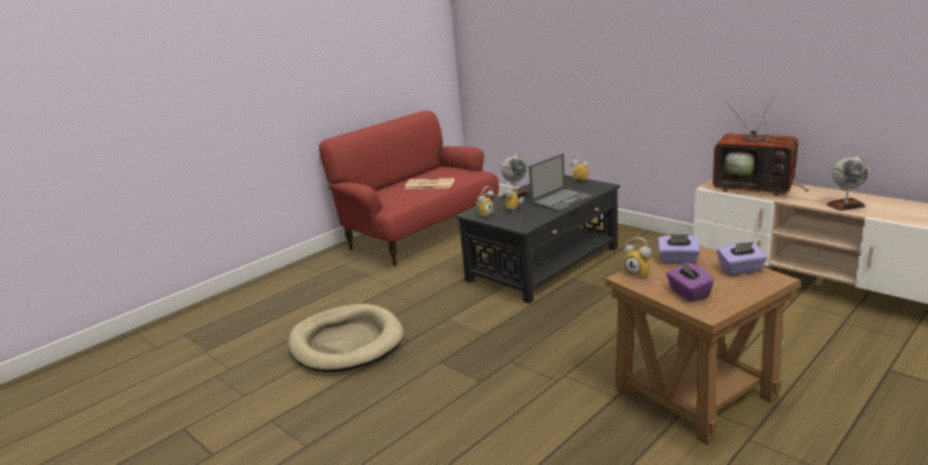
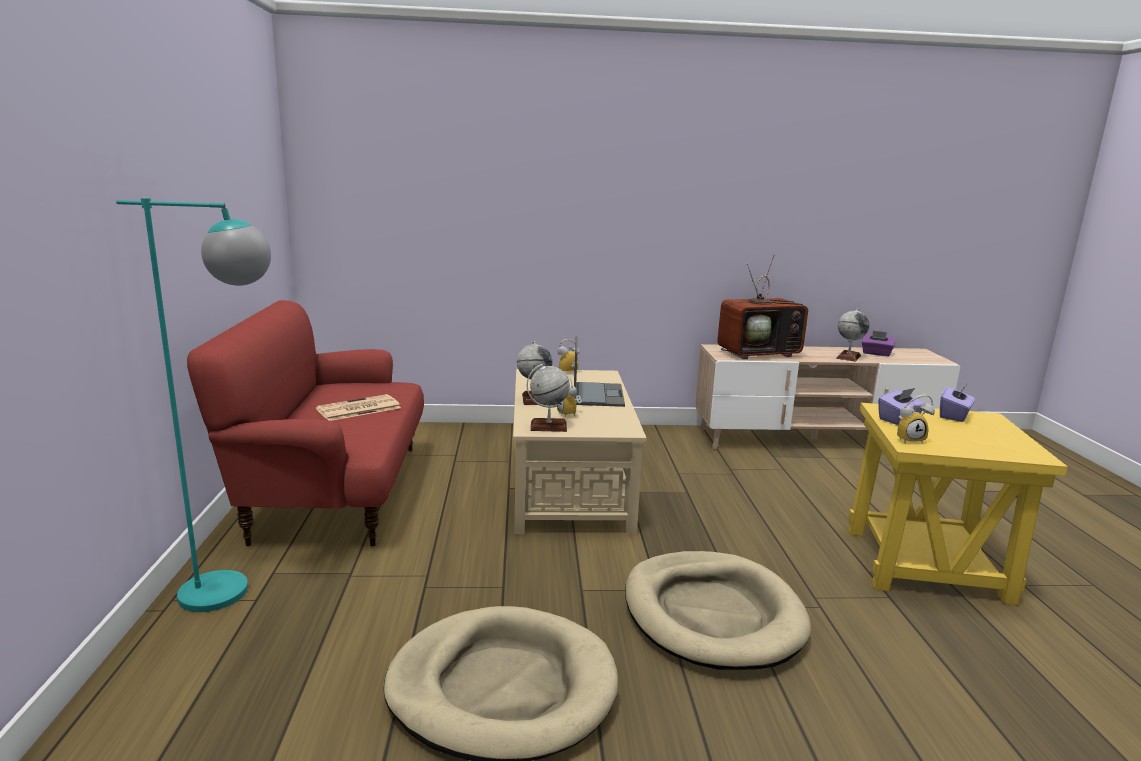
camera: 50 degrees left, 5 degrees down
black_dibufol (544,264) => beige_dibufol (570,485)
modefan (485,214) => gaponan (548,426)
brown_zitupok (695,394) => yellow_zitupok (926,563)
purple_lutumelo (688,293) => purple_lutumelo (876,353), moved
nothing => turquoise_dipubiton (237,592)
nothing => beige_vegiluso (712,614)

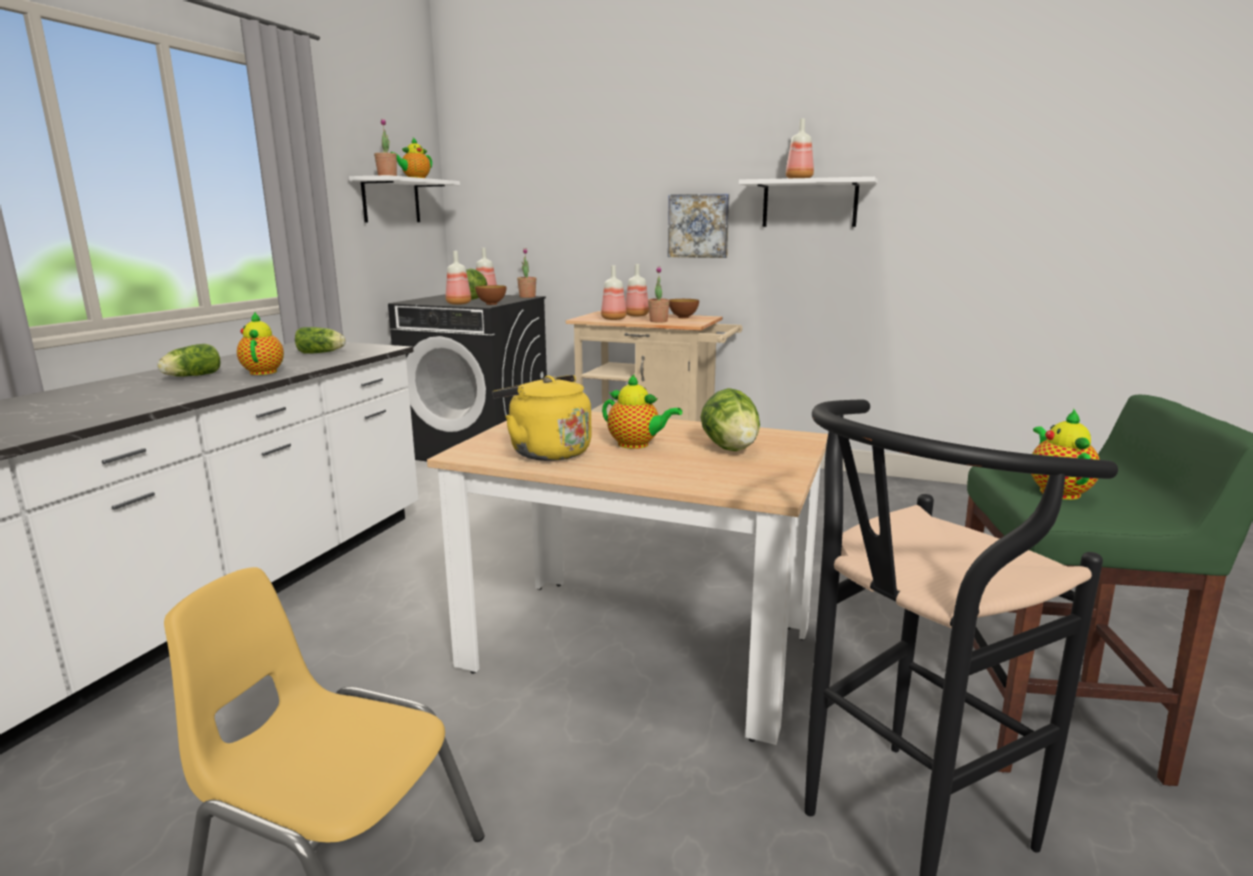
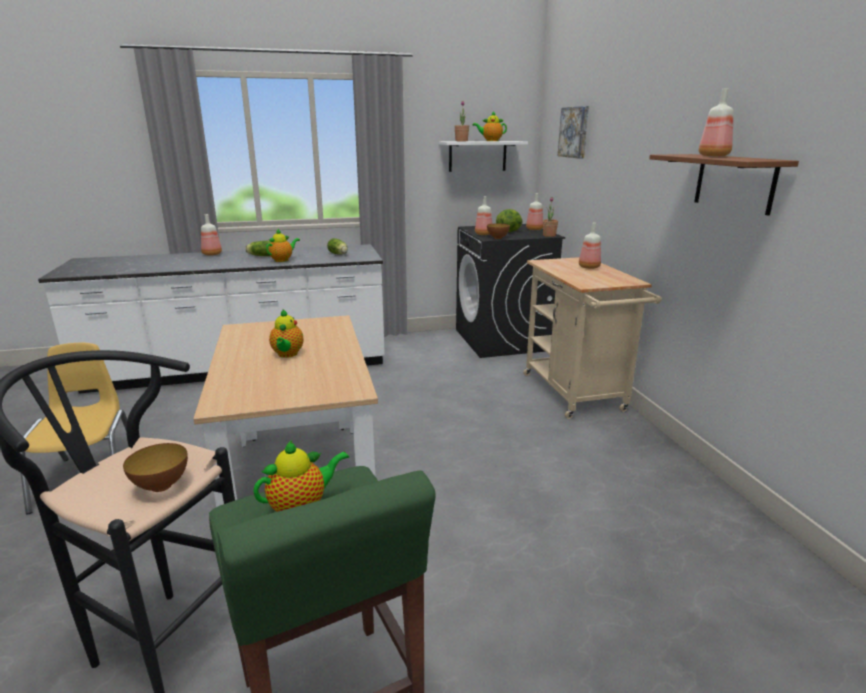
camera: 55 degrees right, 5 degrees up
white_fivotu (809,203) => brown_fivotu (734,183)
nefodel (698,226) => nefodel (575,132), moved
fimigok (614,319) => fimigok (212,254), moved
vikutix (658,321) => nothing
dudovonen (683,317) => dudovonen (161,486), moved
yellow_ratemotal (546,452) => nothing
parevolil (730,448) => nothing

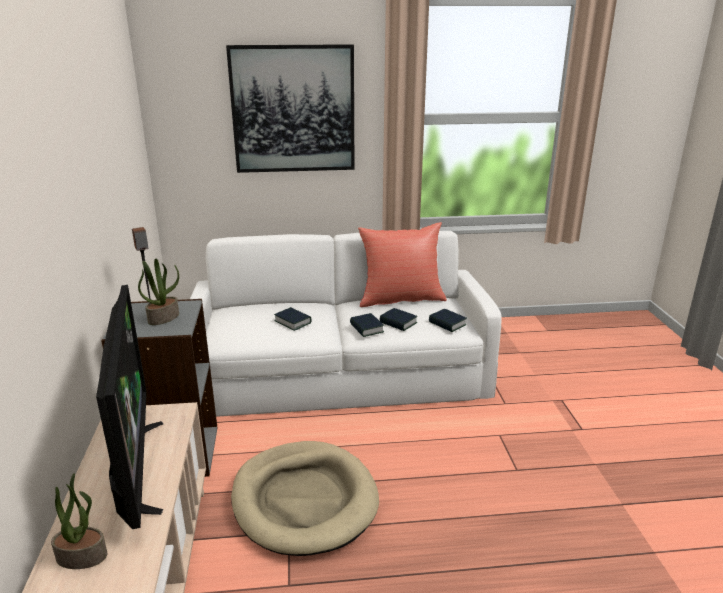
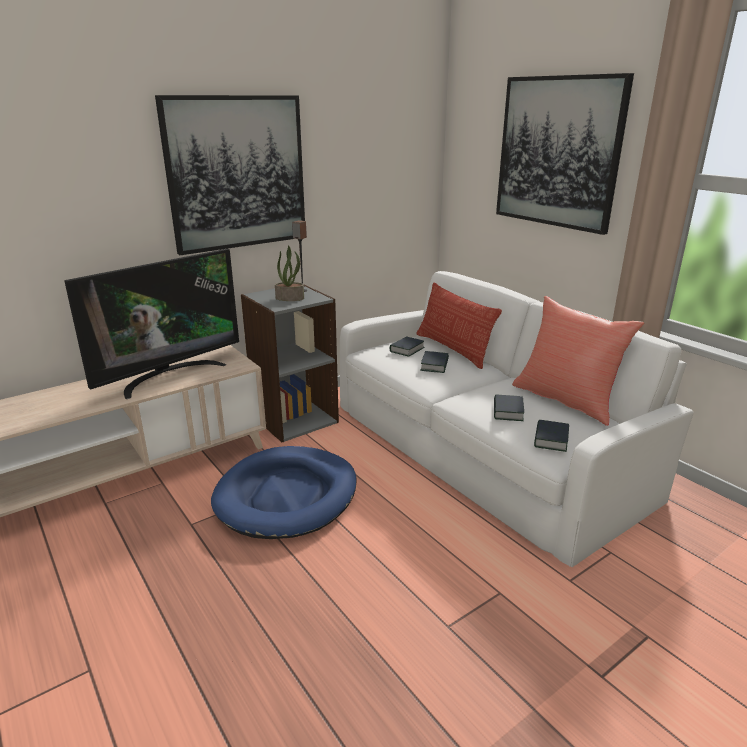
camera: 60 degrees right, 0 degrees up
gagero (366,328) => gagero (407,350), moved
beige_vegiluso (304,500) => blue_vegiluso (287,496)
vikutix (83,556) => nothing
nothing => nefodel (237,173)
nothing => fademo (453,349)

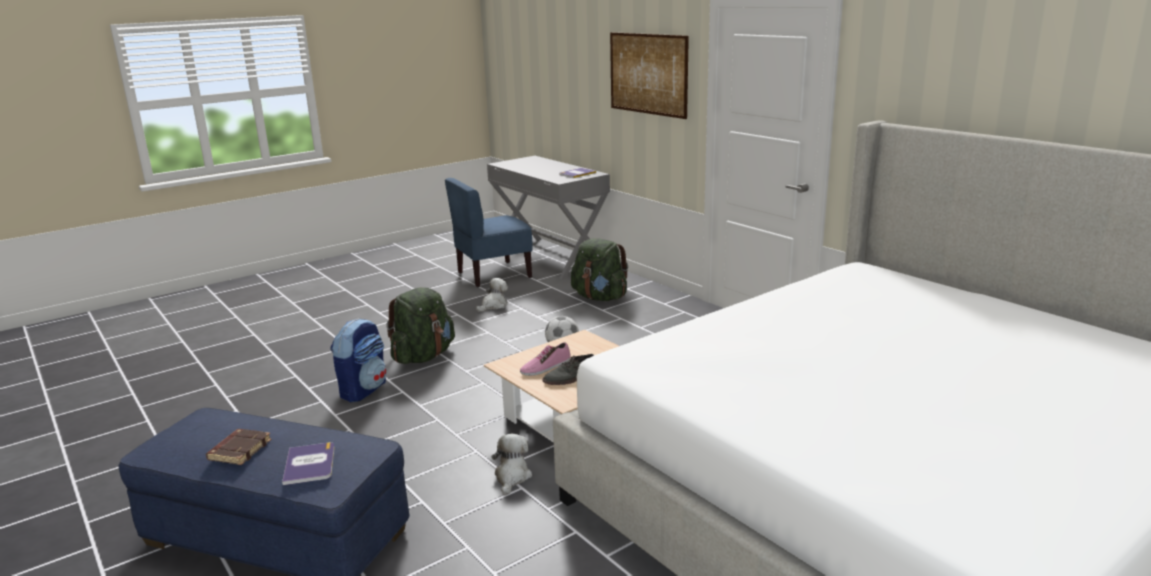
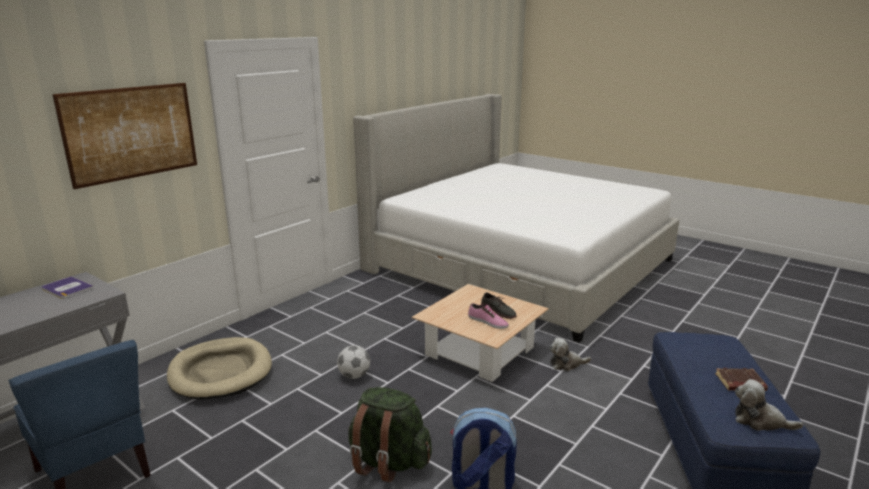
camera: 105 degrees left, 0 degrees up
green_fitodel (600,297) => beige_vegiluso (221,372)
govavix (493,305) => govavix (760,421), moved
gagero (309,464) => nothing

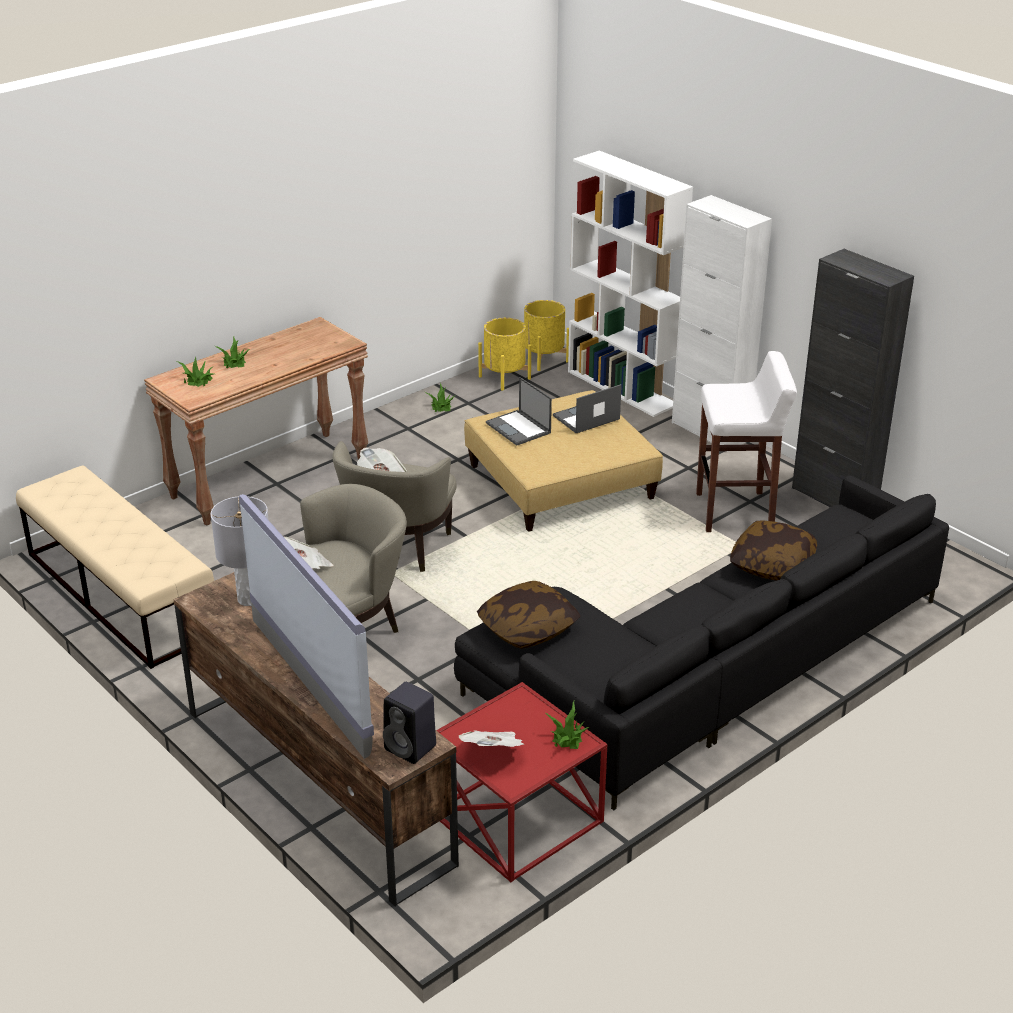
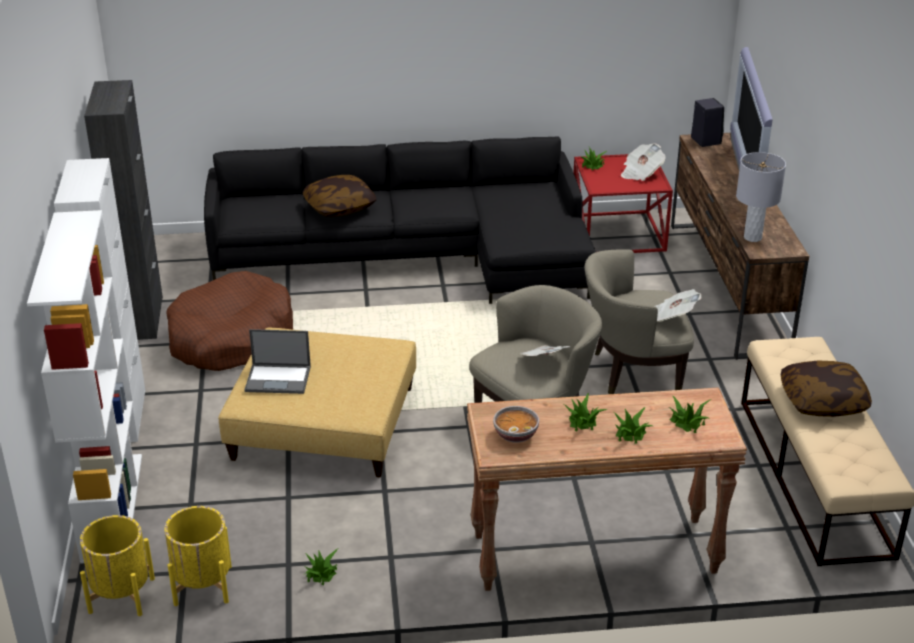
camera: 145 degrees left, 0 degrees up
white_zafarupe (736,512) => brown_vegiluso (230,338)
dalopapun (519,428) => nothing
fademo (528,628) => fademo (823,401), moved
nothing => vikutix (582,421)
nothing => dudovonen (515,434)

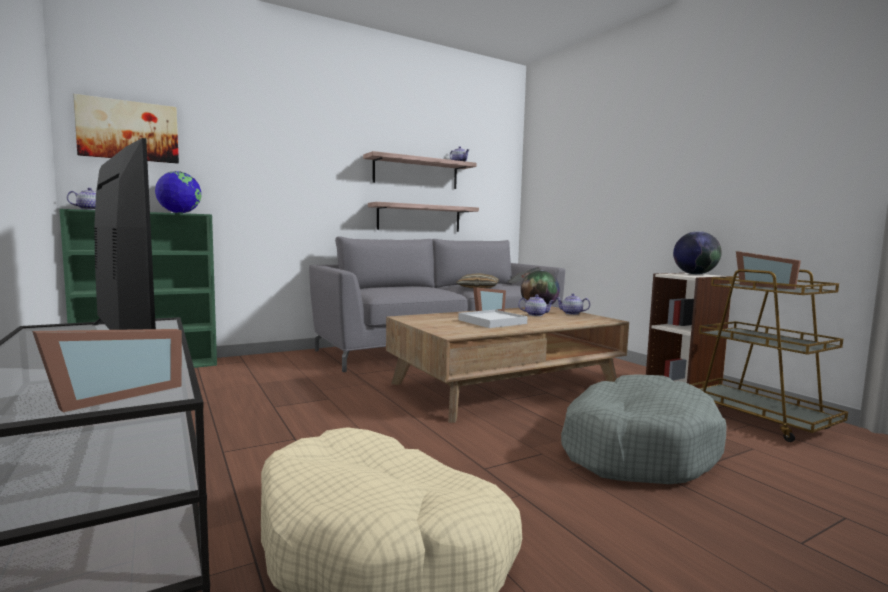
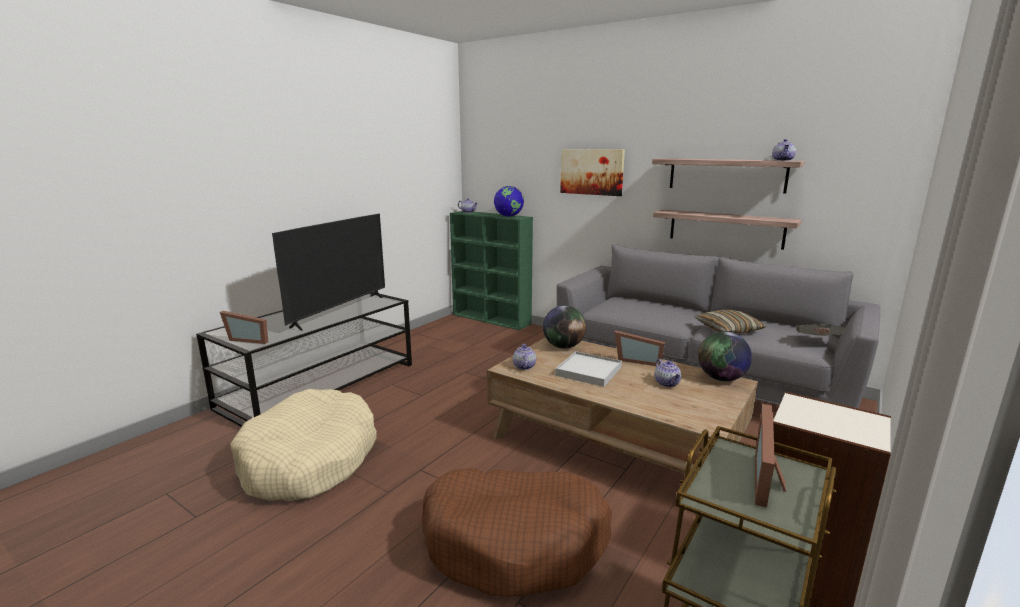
camera: 65 degrees right, 10 degrees up
nefodel (128,130) => nefodel (592,171), moved
gaponan (694,274) => gaponan (563,346), moved
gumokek (571,313) => gumokek (524,366), moved
grey_vegiluso (635,448) => brown_vegiluso (515,542)

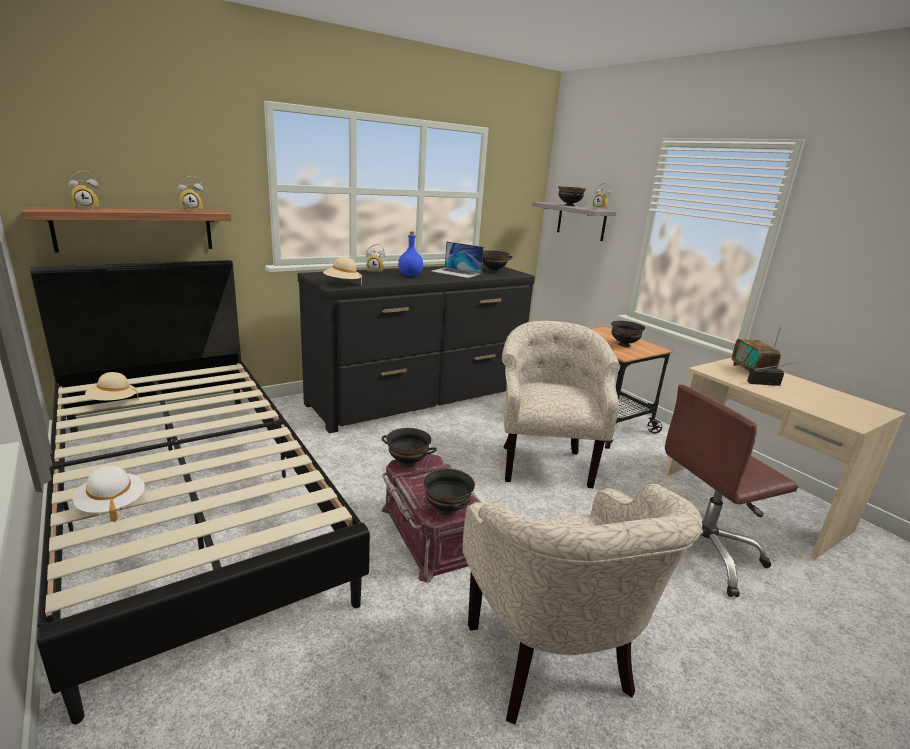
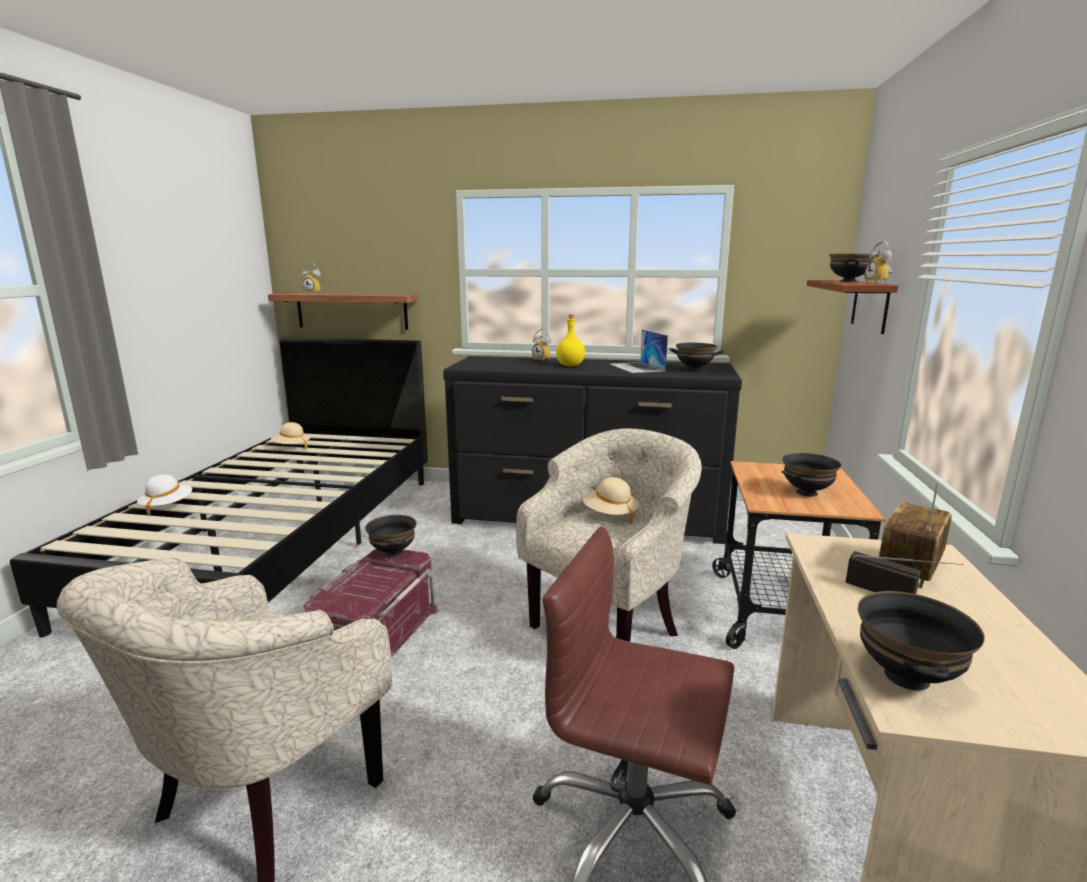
camera: 45 degrees right, 5 degrees down
modefan (192,211) => nothing
grey_fivotu (581,221) => brown_fivotu (870,305)
blue_fimigok (410,275) => yellow_fimigok (571,365)
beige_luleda (342,283) => beige_luleda (610,515), moved
black_dudovonen (447,509) => black_dudovonen (908,677), moved

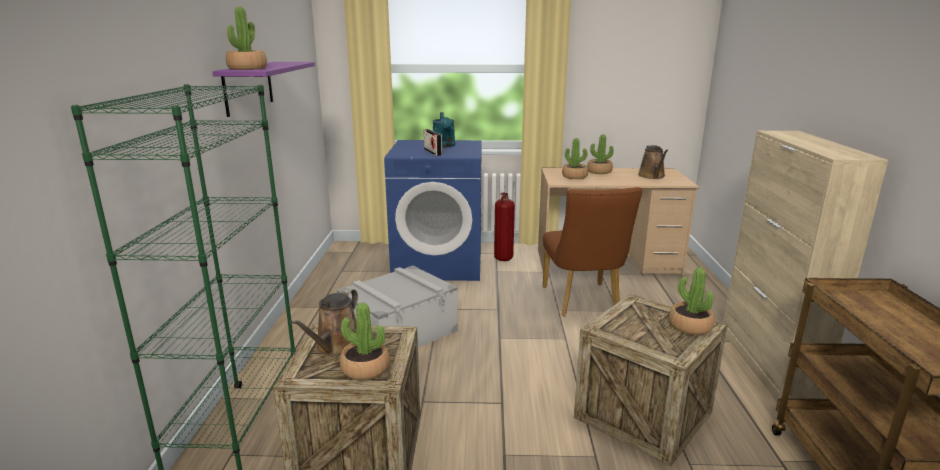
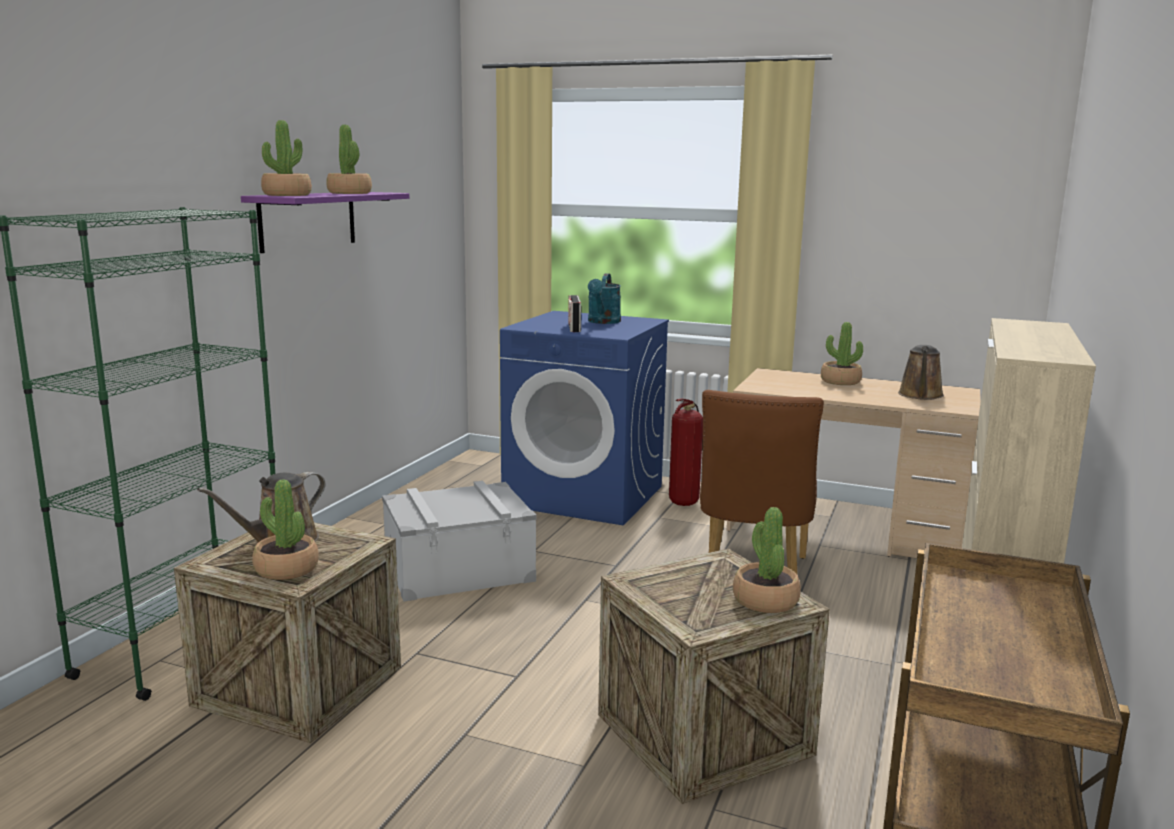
camera: 20 degrees right, 5 degrees down
vikutix (574,176) => vikutix (349,193), moved

